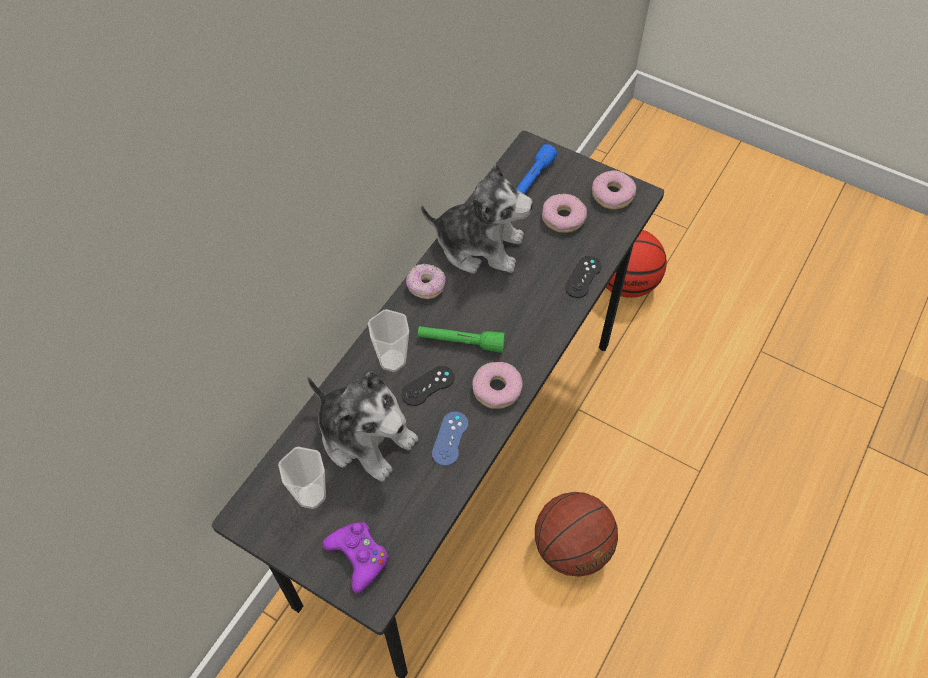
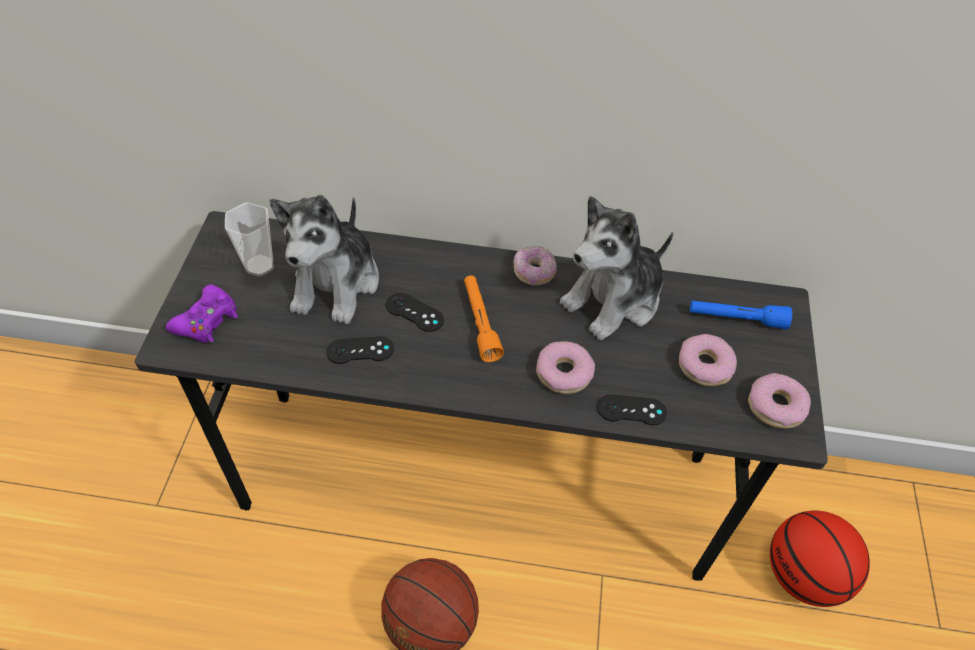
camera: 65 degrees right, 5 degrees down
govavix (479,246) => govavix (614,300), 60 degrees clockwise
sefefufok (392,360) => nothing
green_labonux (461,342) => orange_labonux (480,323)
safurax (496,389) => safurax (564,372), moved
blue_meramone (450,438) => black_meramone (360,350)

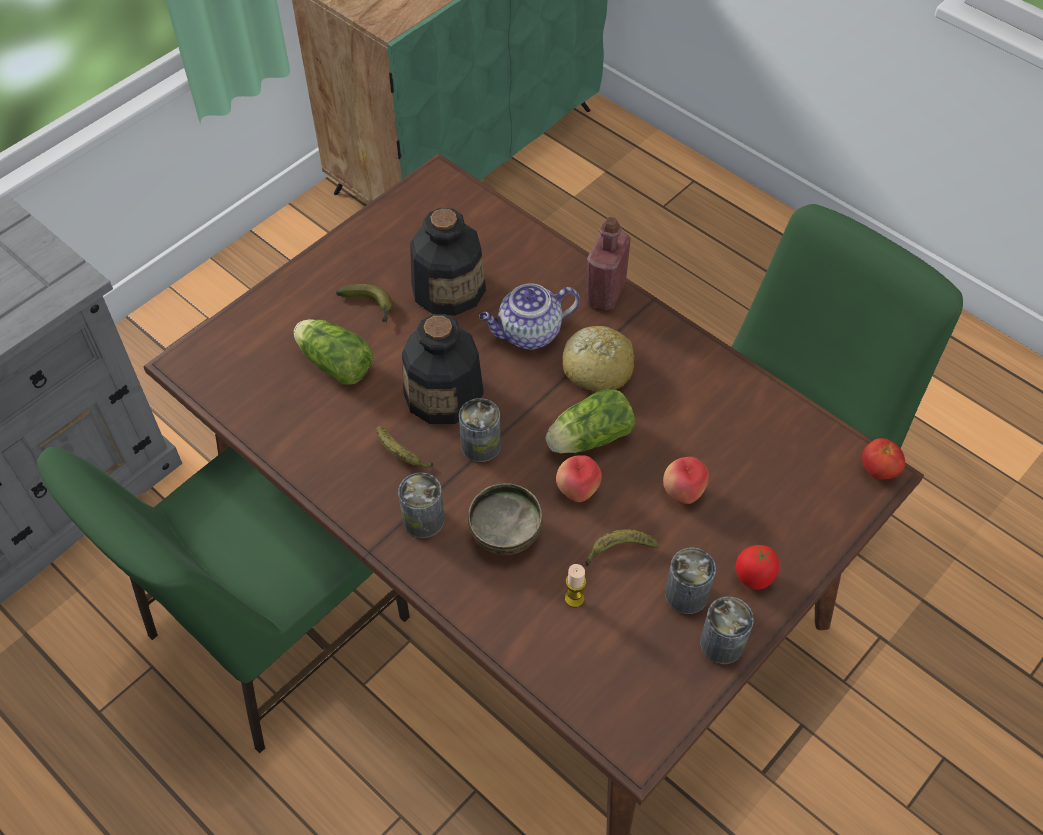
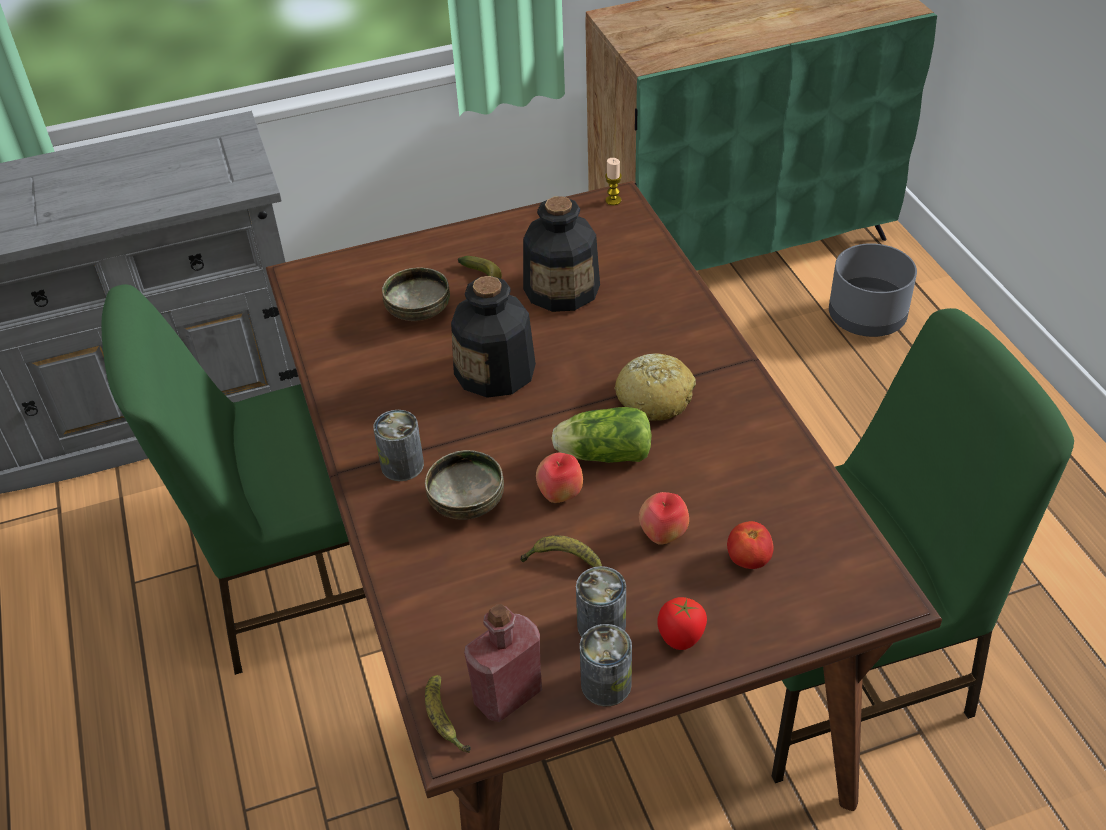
camera: 30 degrees right, 10 degrees down
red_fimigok (605,293) => red_fimigok (507,695), moved
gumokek (528,334) => nothing
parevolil (333,362) => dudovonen (418,313)
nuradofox (480,445) => nothing
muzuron (401,454) => muzuron (444,720), moved
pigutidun (878,470) => pigutidun (748,560), moved
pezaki (574,598) => pezaki (613,200), moved
nothing => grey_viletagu (867,317)

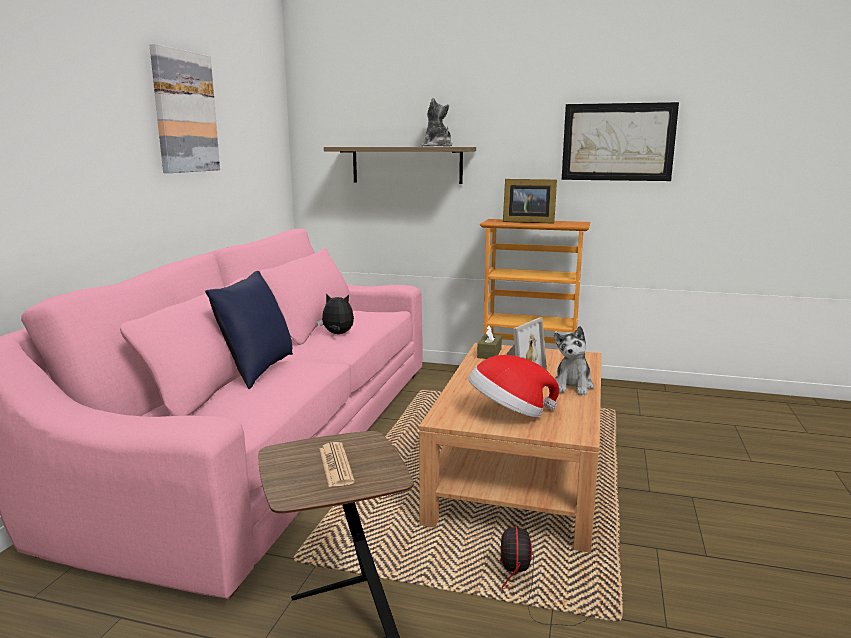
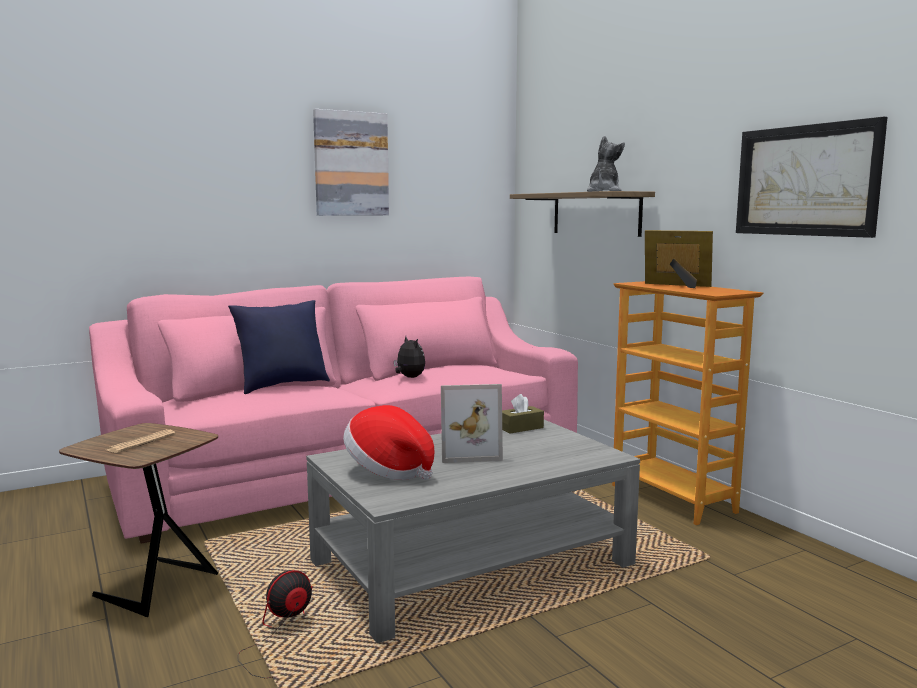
camera: 45 degrees right, 5 degrees down
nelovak (527,222) => nelovak (677,286), 150 degrees clockwise
govavix (572,386) => nothing
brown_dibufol (519,471) => grey_dibufol (473,562)

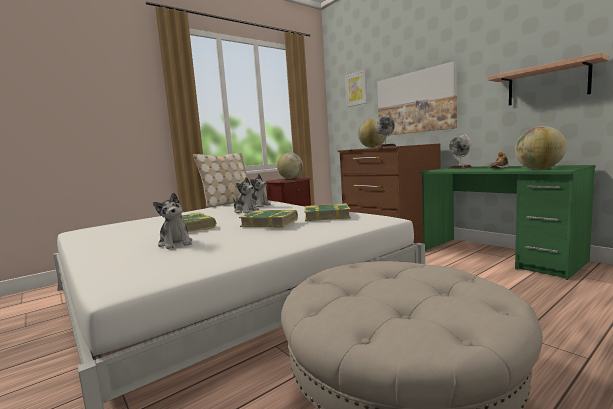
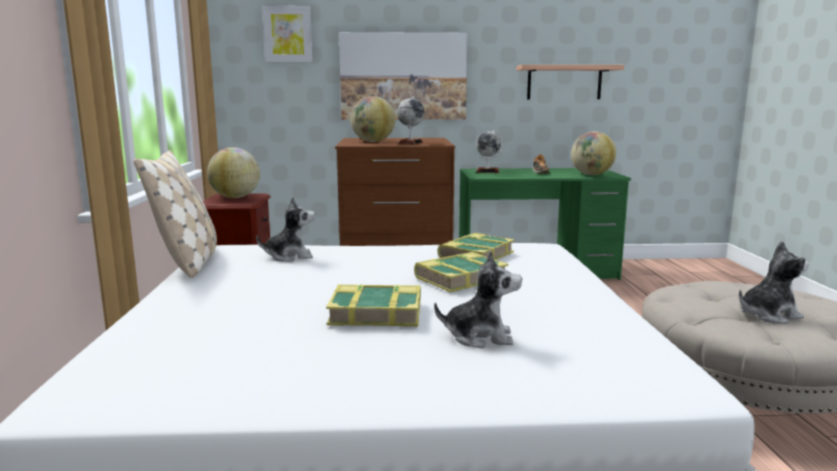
camera: 55 degrees left, 5 degrees up
govavix (245,211) => govavix (768,315), moved

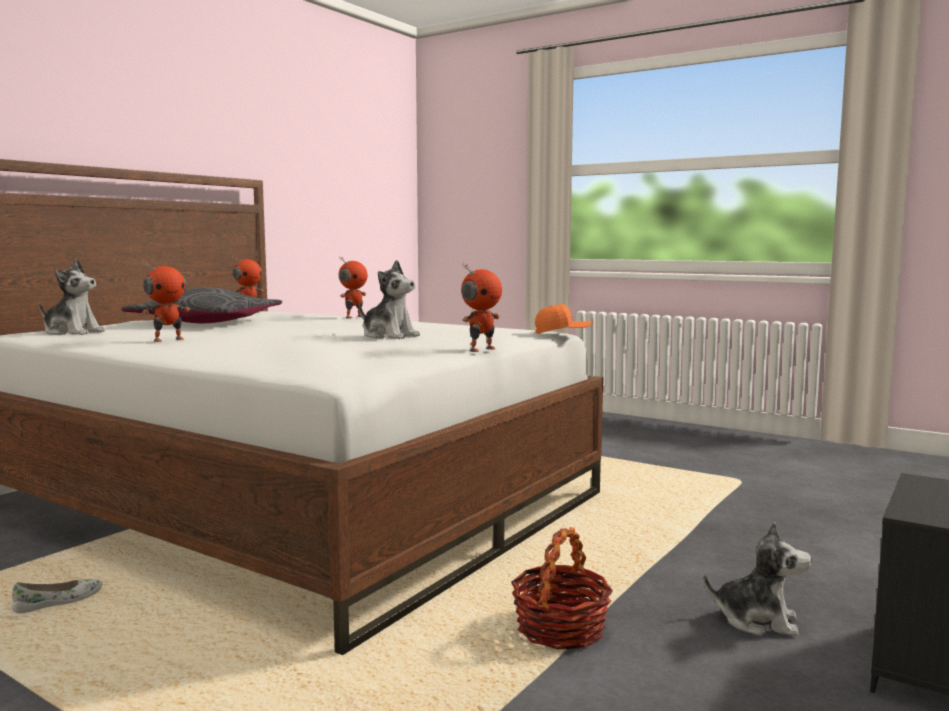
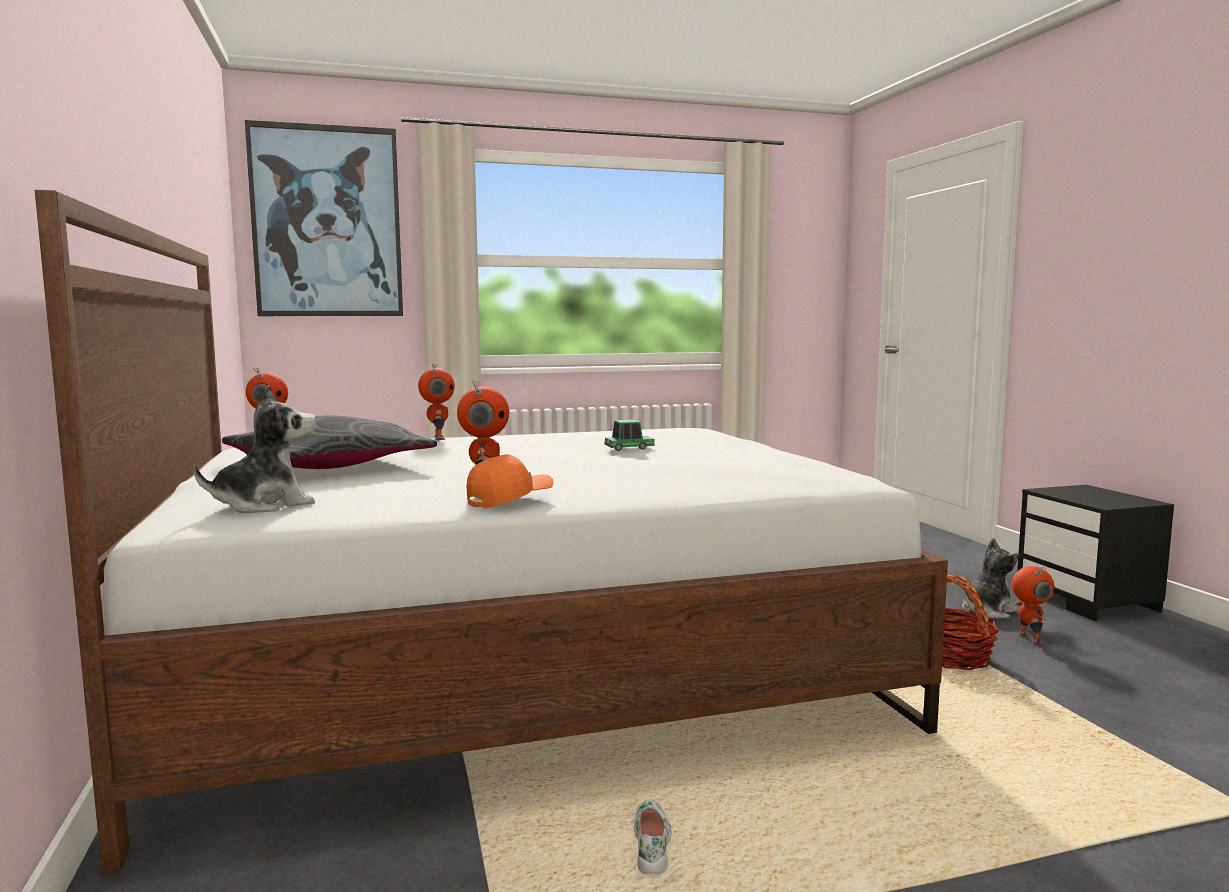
camera: 50 degrees left, 0 degrees up
govavix (389,336) => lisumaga (629,448)
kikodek (481,349) => kikodek (1028,639), moved
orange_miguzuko (563,333) => orange_miguzuko (510,500), moved
nothing => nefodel (327,222)

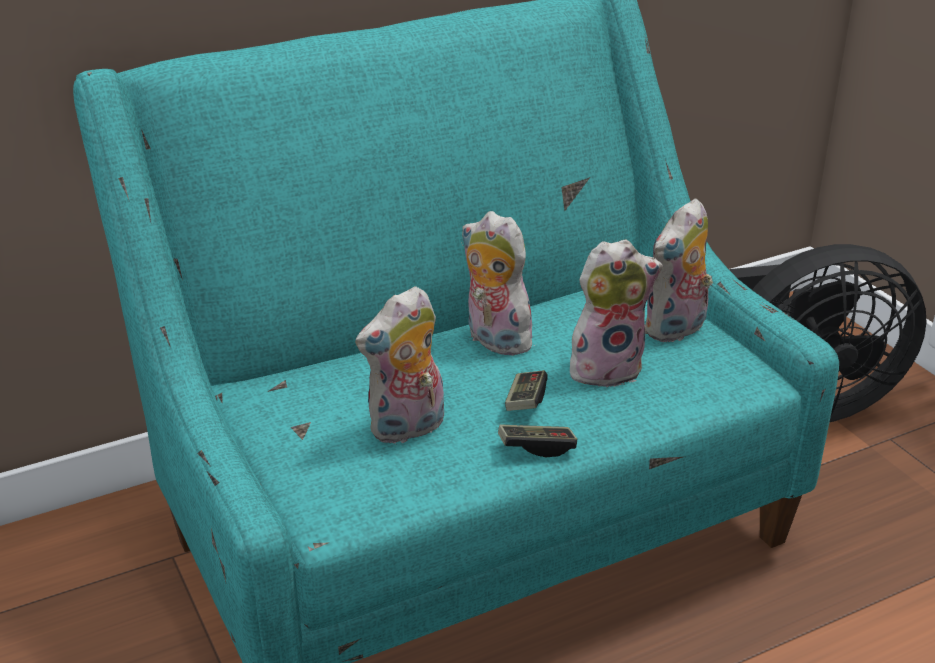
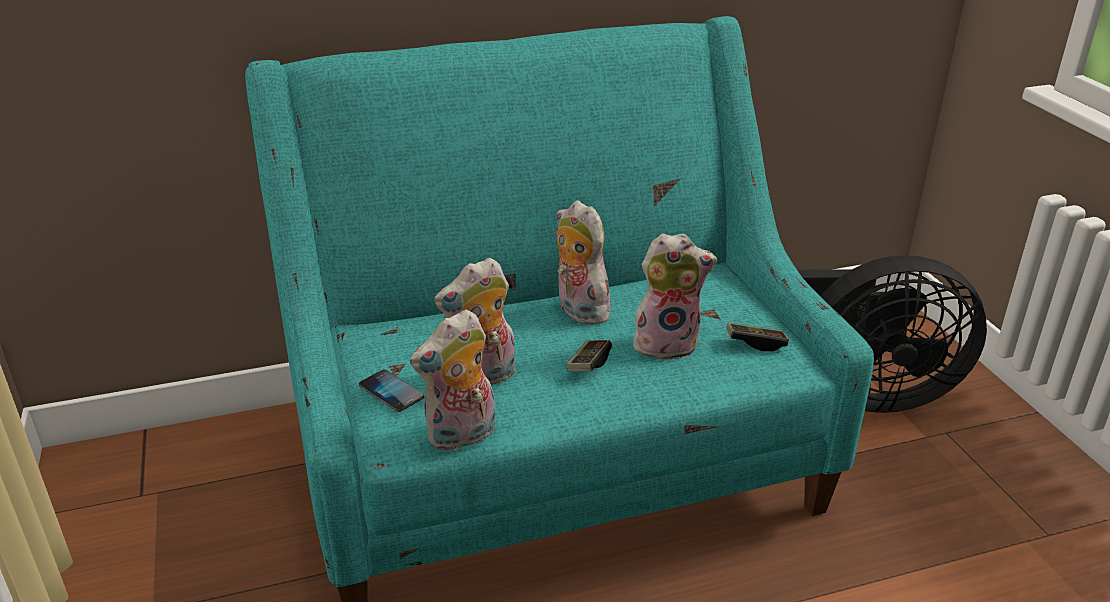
camera: 10 degrees right, 0 degrees up
govavix (676,330) => govavix (461,437), moved
meramone (537,447) => meramone (756,343), moved
nothing => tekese (391,392)

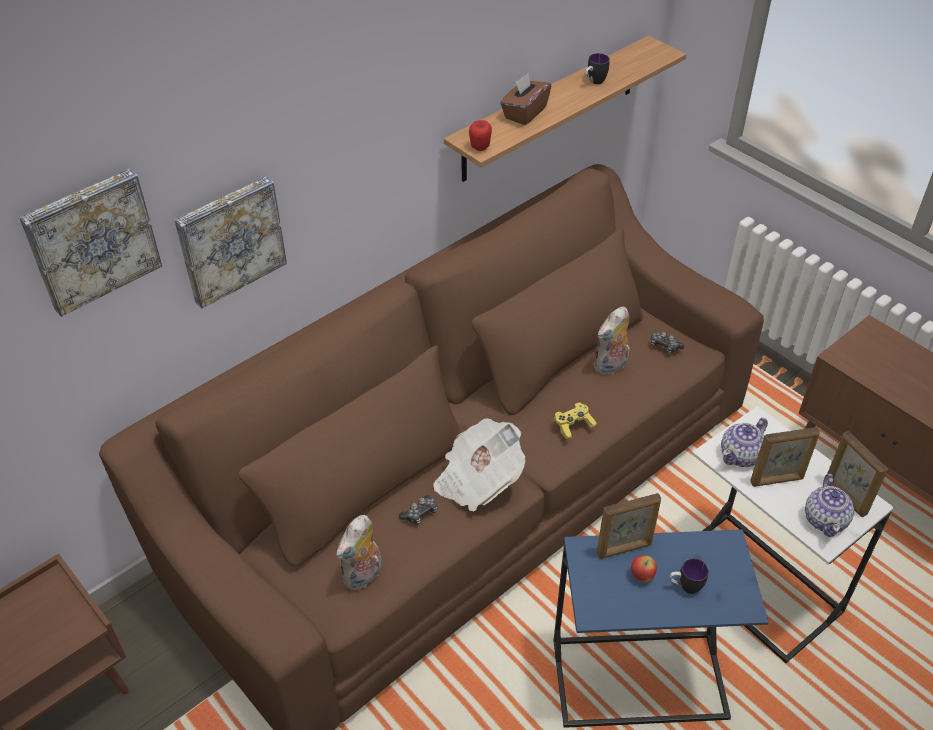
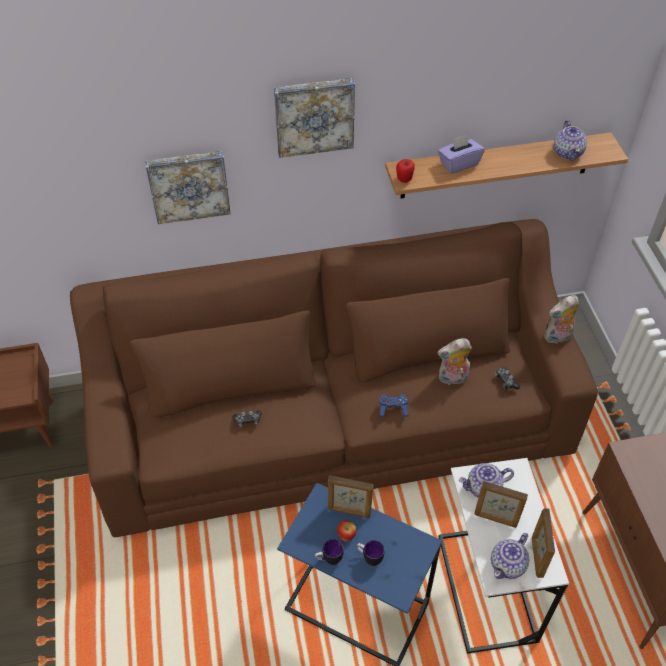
camera: 30 degrees right, 5 degrees up
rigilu (594,82) => rigilu (329,560), moved
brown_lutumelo (524,113) => purple_lutumelo (459,164)
nefodel (91,240) => nefodel (314,115), moved
yellow_meramone (573,425) => blue_meramone (393,409)
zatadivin (478,479) => nothing
govavix (363,576) => govavix (557,337), moved
nothing => gumokek (568,152)

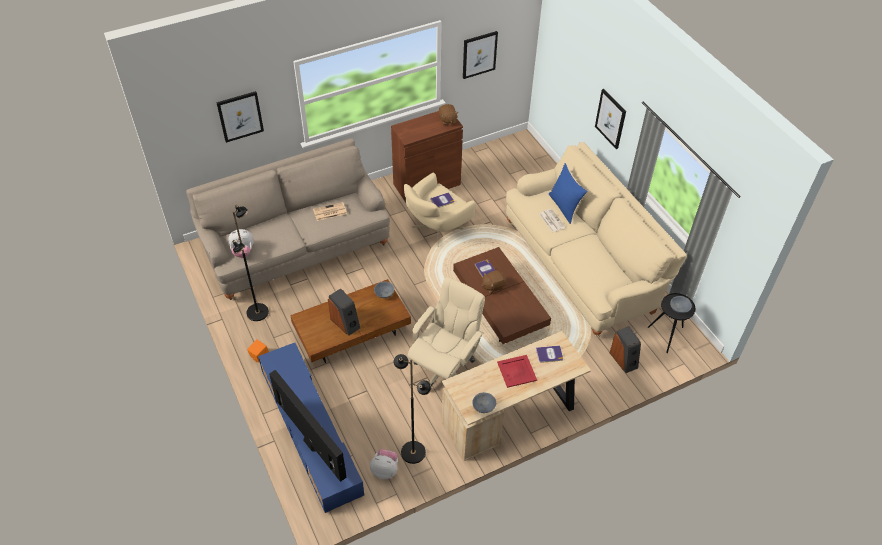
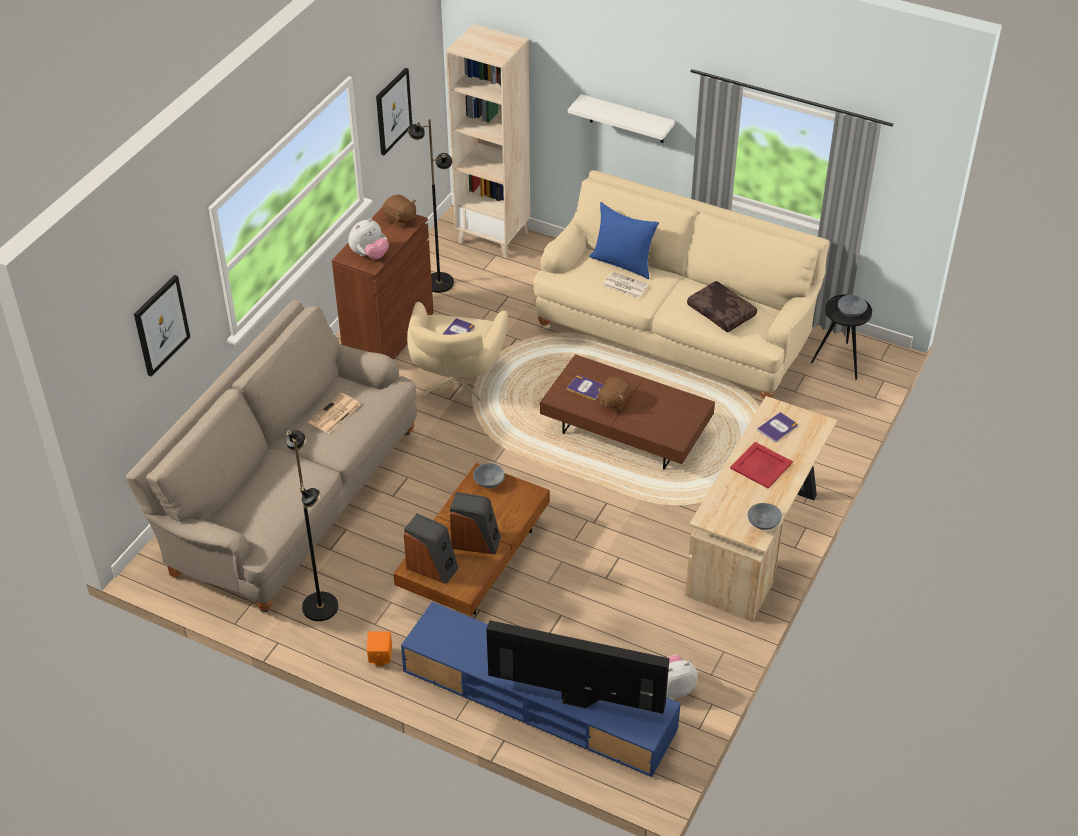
camera: 35 degrees left, 5 degrees down
nefodel (611,118) => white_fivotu (627,119)
govavix (243,251) => govavix (369,255), moved
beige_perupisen (445,369) => nothing
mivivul (624,359) => mivivul (432,567), moved
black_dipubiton (413,452) => black_dipubiton (438,282), moved
nothing => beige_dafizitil (493,237)
nothing => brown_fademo (722,312)

